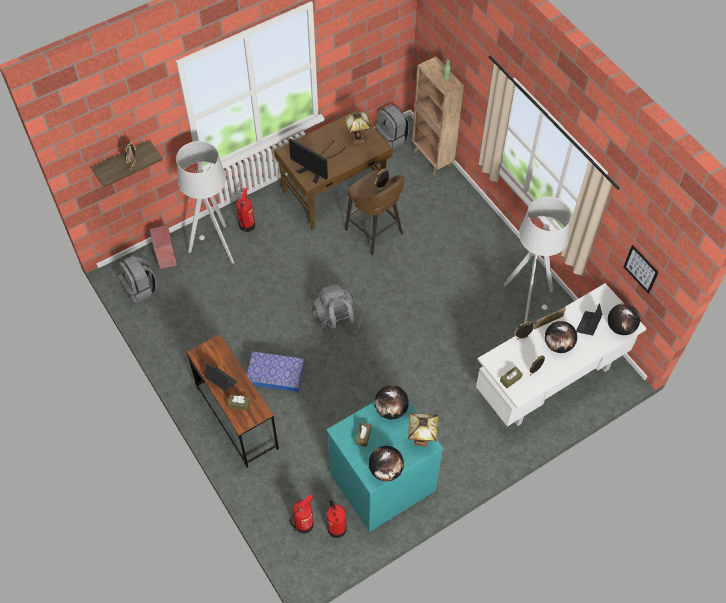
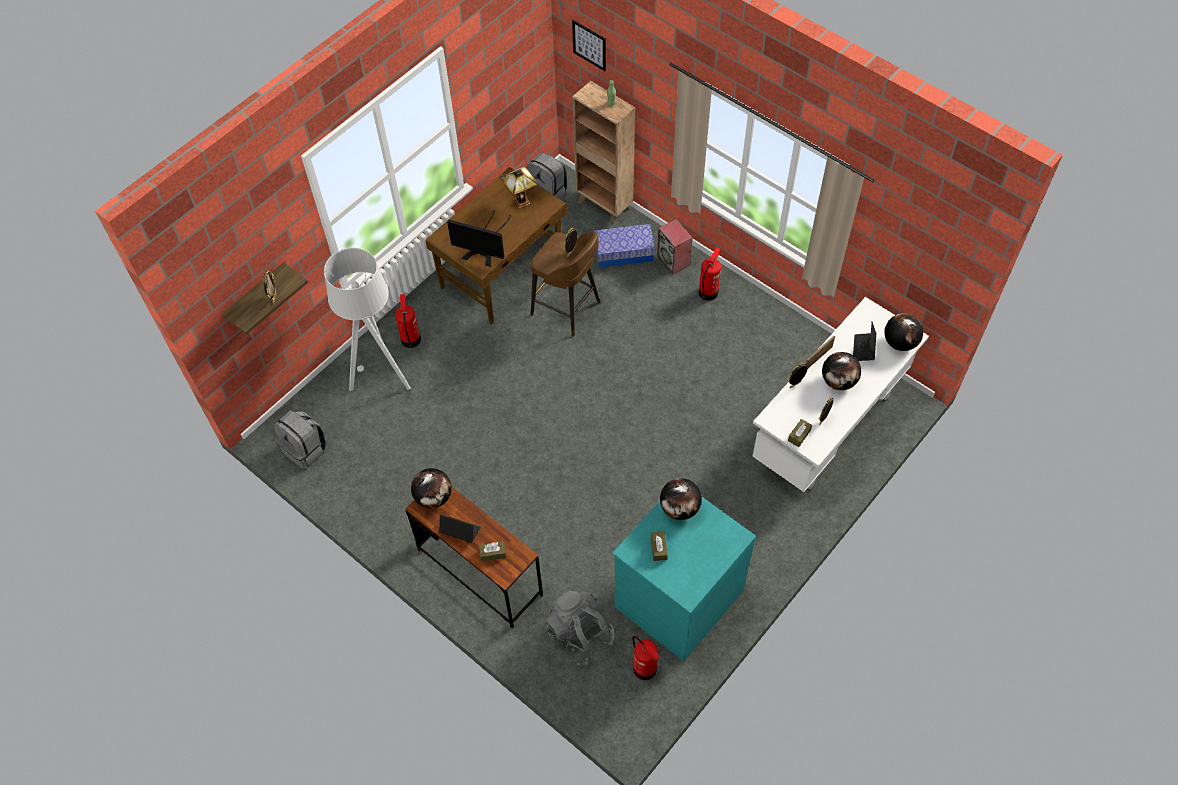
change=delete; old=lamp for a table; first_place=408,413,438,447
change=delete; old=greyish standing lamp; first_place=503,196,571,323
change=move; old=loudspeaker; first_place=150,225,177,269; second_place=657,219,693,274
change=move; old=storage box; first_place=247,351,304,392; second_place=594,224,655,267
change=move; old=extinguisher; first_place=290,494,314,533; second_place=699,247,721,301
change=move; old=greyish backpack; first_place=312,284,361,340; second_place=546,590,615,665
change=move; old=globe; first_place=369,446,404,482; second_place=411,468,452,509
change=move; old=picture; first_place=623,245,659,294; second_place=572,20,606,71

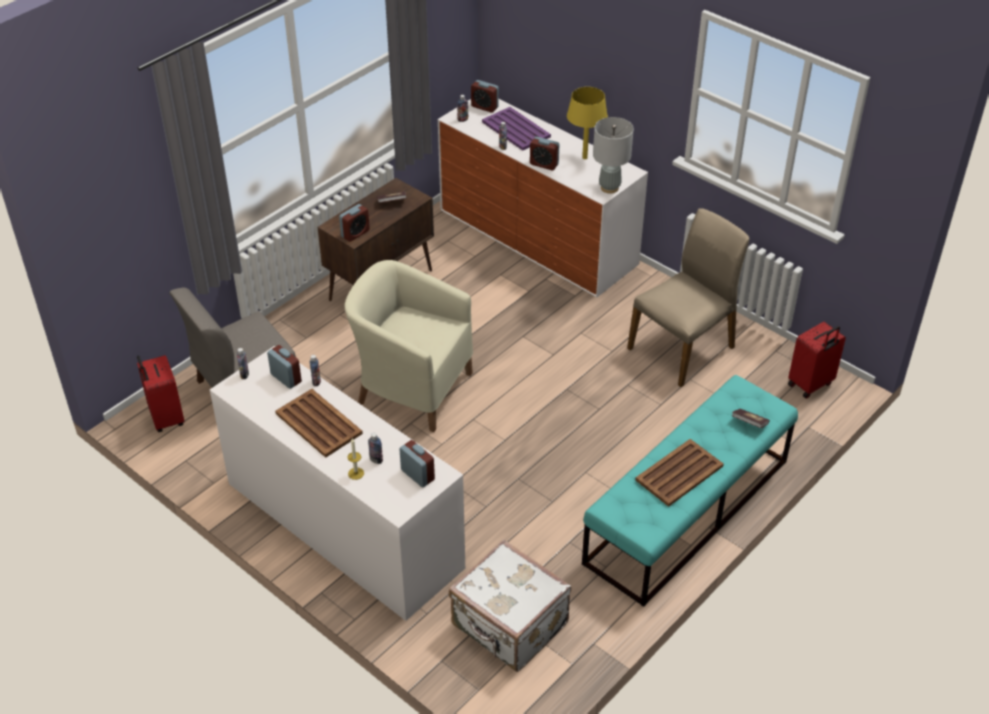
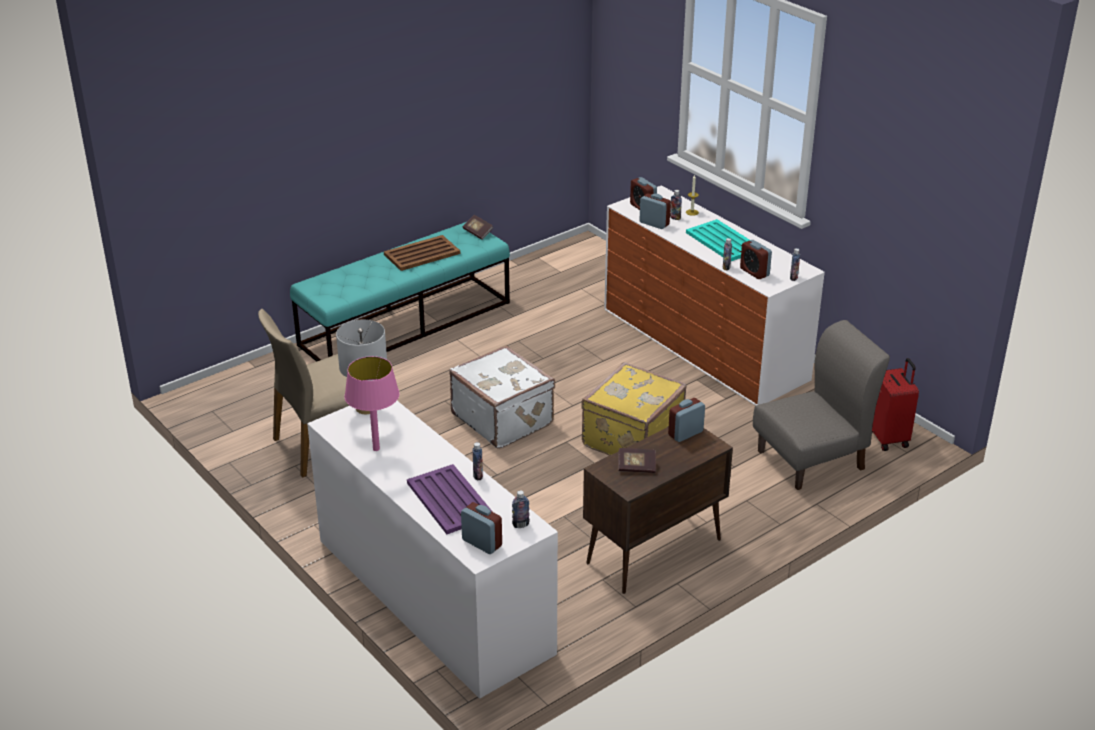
change=delete; old=red piece of luggage; first_place=788,322,846,399
change=move; old=white-coloured piece of luggage; first_place=449,539,571,672; second_place=449,345,555,449
change=move; old=table clock; first_place=530,137,560,170; second_place=639,193,671,229
change=move; old=volume; first_place=732,409,770,428; second_place=463,215,494,240
change=replace; old=beige-coloured armchair; new=yellow piece of luggage; first_place=345,260,473,432; second_place=581,362,687,456
change=recolor; old=brown-coloured tray; new=turquoise-coloured tray; first_place=275,389,363,458; second_place=686,219,750,261
change=recolor; old=yellow lamp for a table; new=pink-coloured lamp for a table; first_place=567,87,608,159; second_place=344,356,400,451

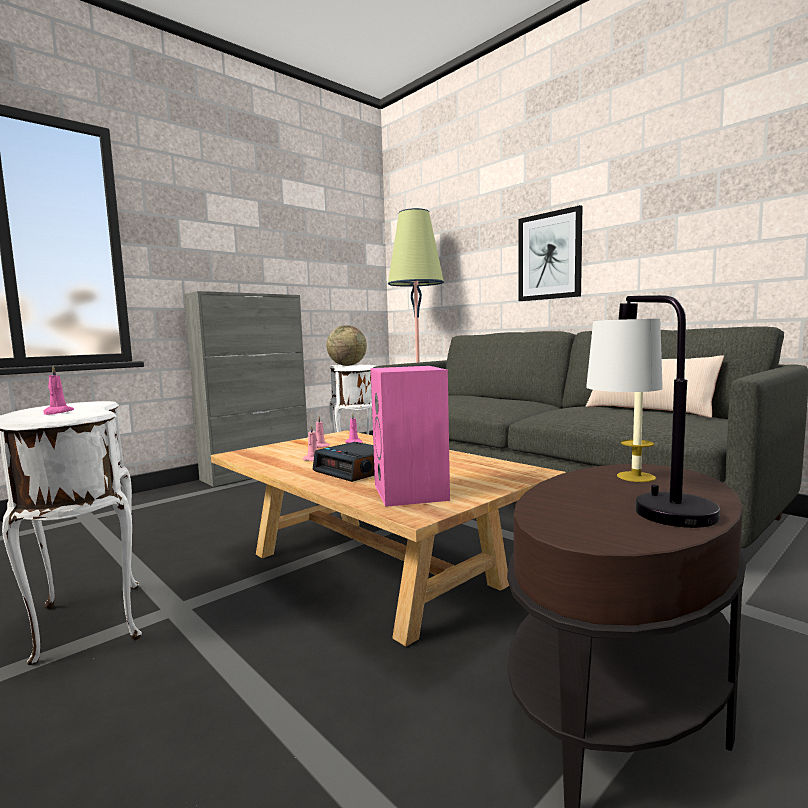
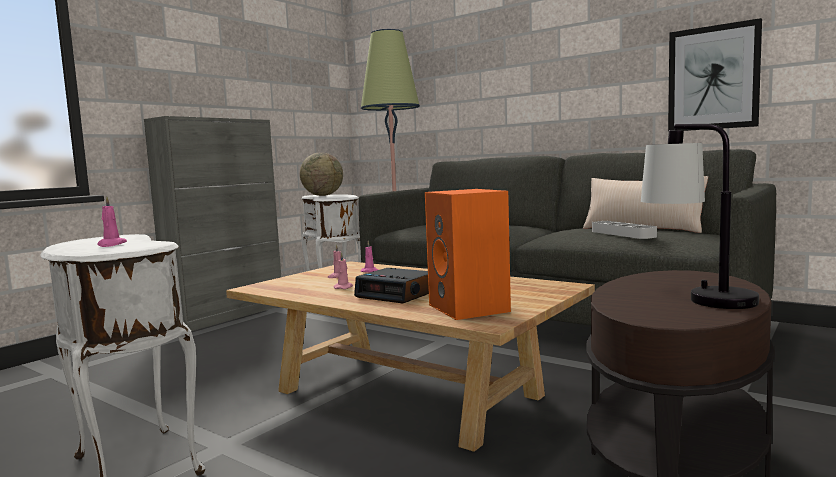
change=delete; old=wax candle; first_place=617,392,656,482
change=insert; new=greyish tray; second_place=592,221,657,239
change=move; old=picture; first_place=519,205,583,301; second_place=668,18,762,132
change=recolor; old=pink-coloured loudspeaker; new=orange-coloured loudspeaker; first_place=371,366,450,507; second_place=425,189,511,320

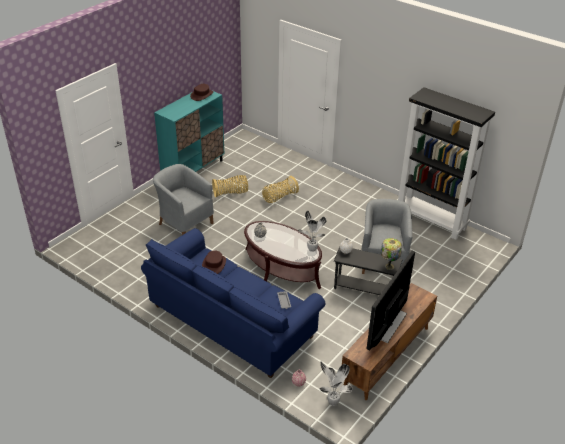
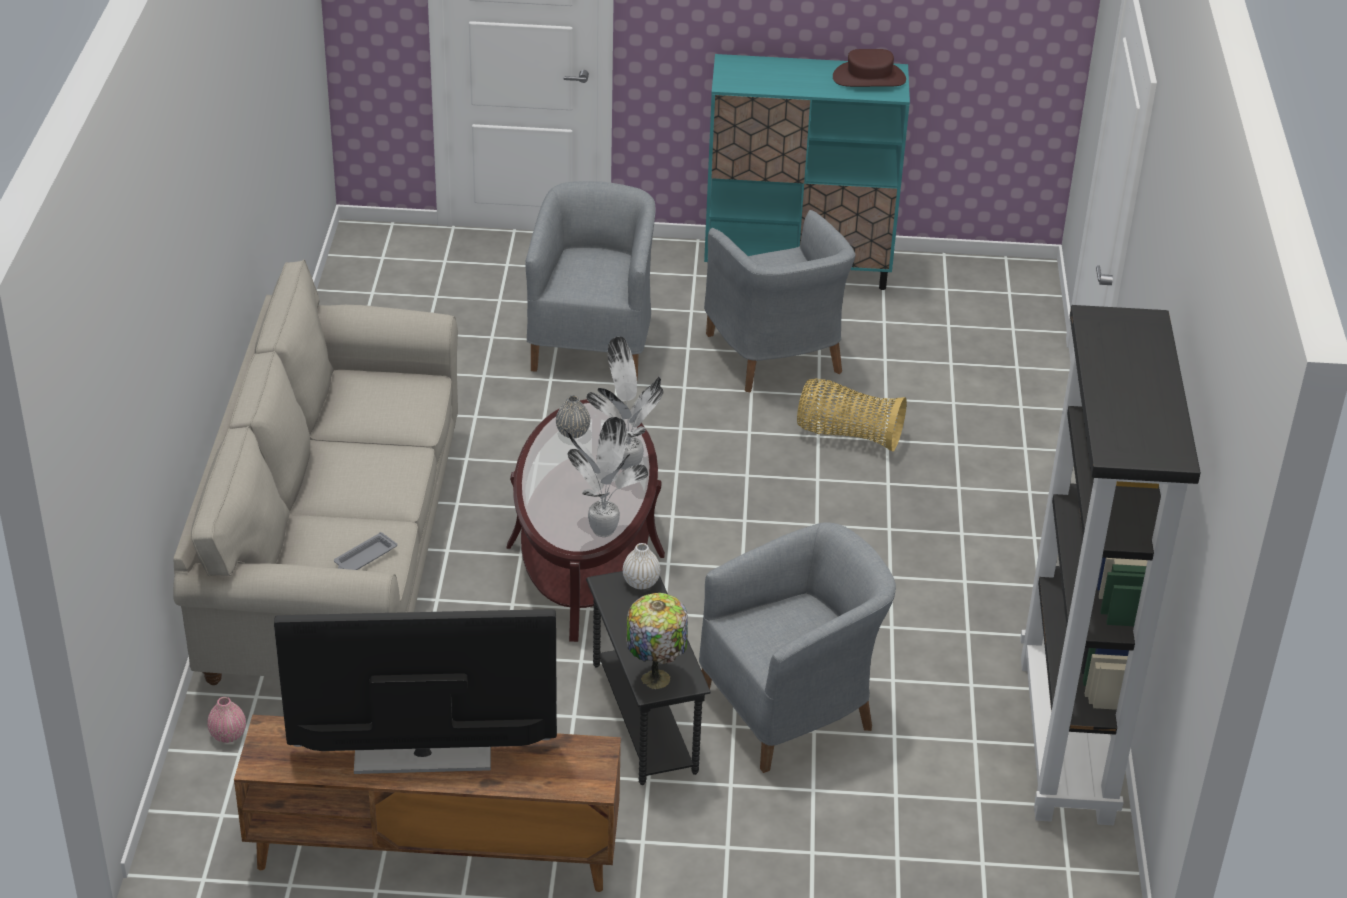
change=delete; old=brown-coloured wearable hat; first_place=202,250,226,274
change=move; old=houseplant; first_place=320,362,352,406; second_place=587,336,664,471
change=replace; old=household basket; new=greyish armchair; first_place=212,175,248,197; second_place=704,210,856,393
change=recolor; old=blue settee; new=beige-coloured settee; first_place=141,228,325,378; second_place=173,260,458,685

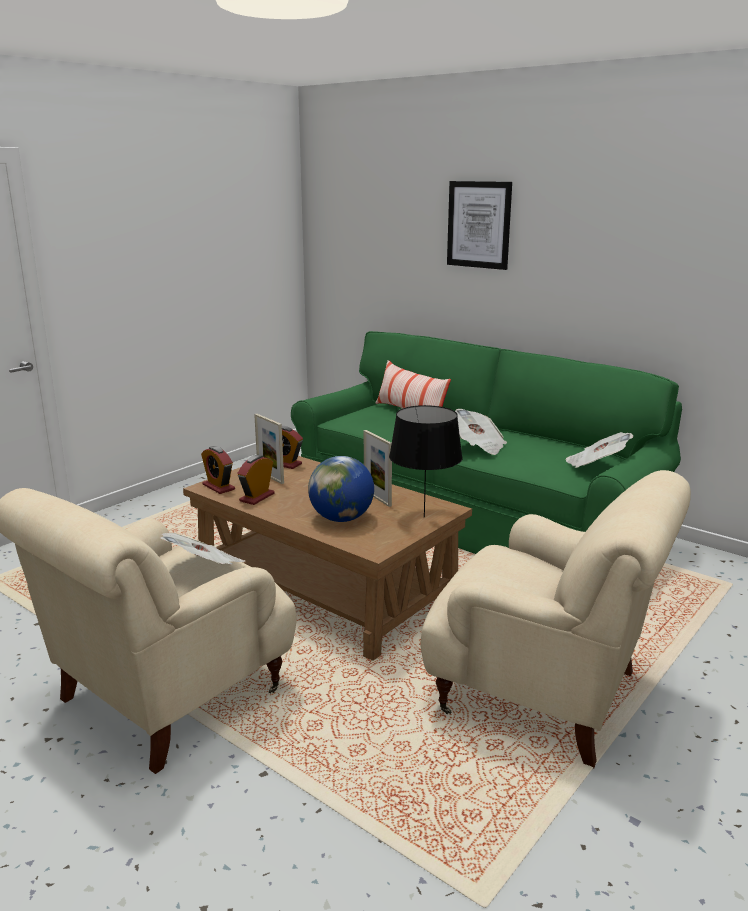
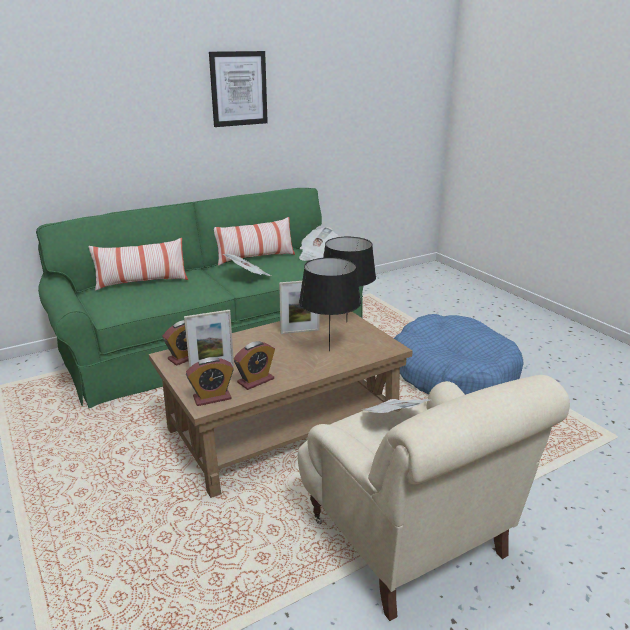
change=insert; new=pillow; second_place=214,217,295,266
change=move; old=picture; first_place=447,181,512,270; second_place=209,51,268,127
change=replace; old=globe; new=black-coloured lamp for a table; first_place=308,456,374,522; second_place=299,257,361,351
change=replace; old=beige-coloured armchair; new=blue dog bed; first_place=421,470,691,769; second_place=394,314,524,395
change=rotate; old=table clock; first_place=237,455,275,505; second_place=234,341,275,390; degrees=-90

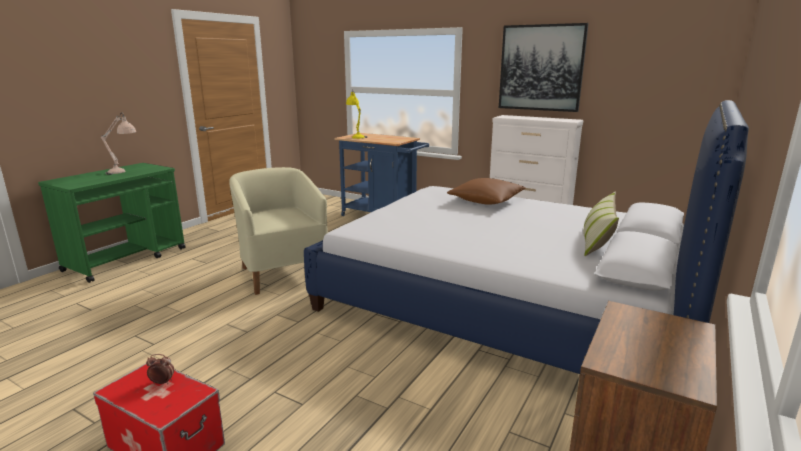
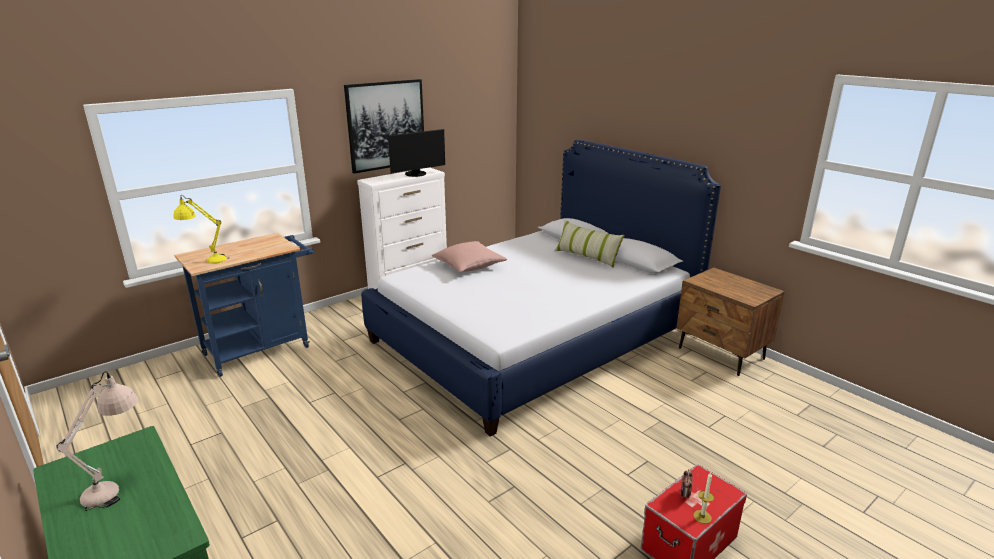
change=delete; old=beige-coloured armchair; first_place=229,167,328,295
change=insert; new=monitor; second_place=388,129,445,177
change=insert; new=wax candle; second_place=693,472,714,524
change=recolor; old=brown-coloured pillow; new=pink-coloured pillow; first_place=447,178,526,205; second_place=432,241,507,272

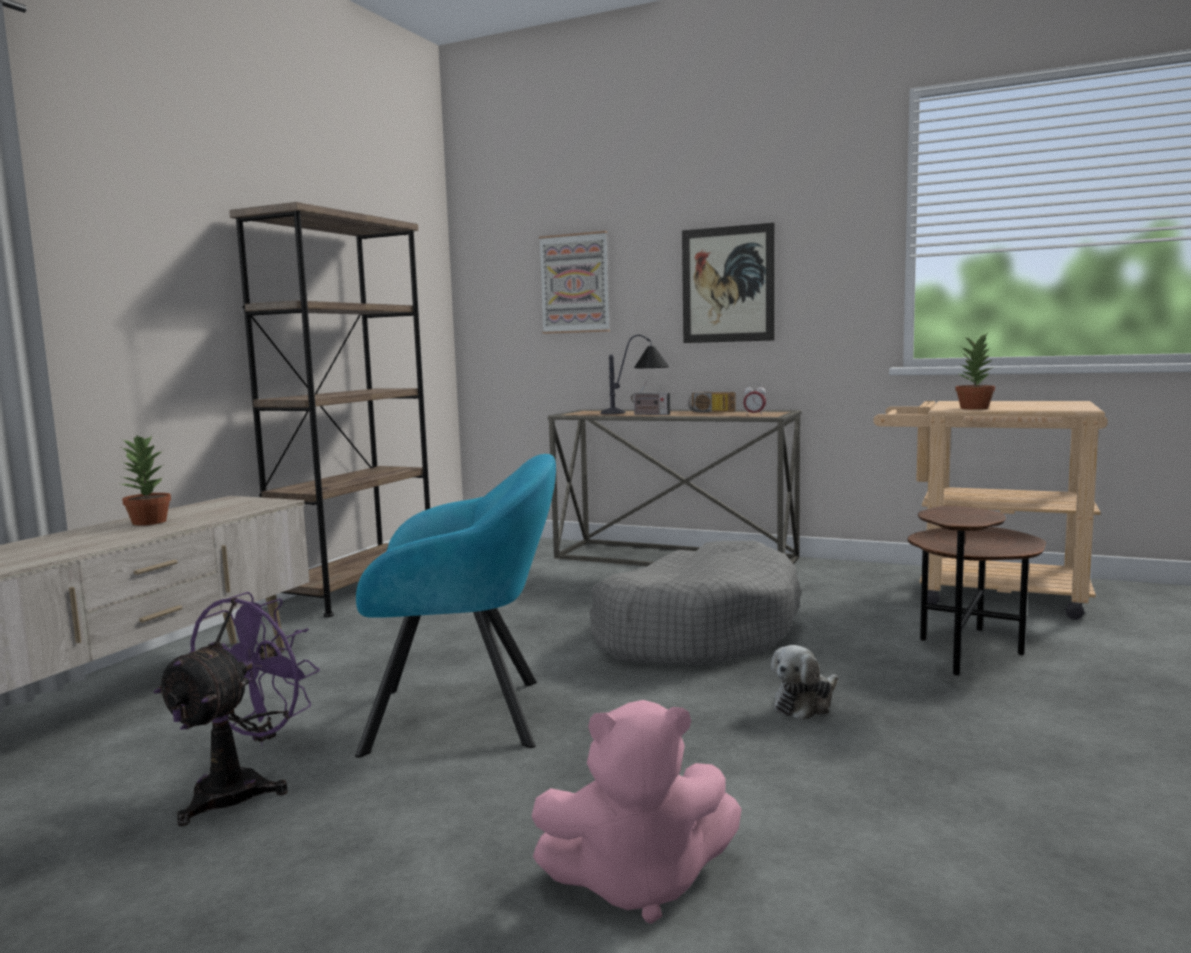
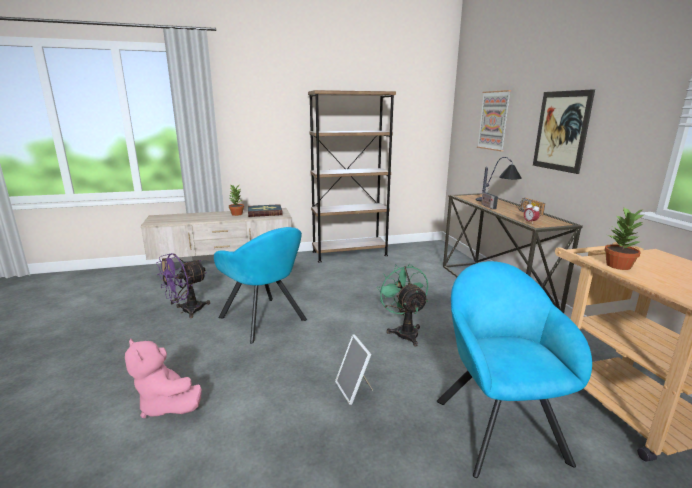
change=insert; new=volume; second_place=248,204,283,217
change=replace; old=greyish dog bed; new=green fan; first_place=590,541,801,666; second_place=377,264,428,346
change=replace; old=soft toy; new=picture frame; first_place=771,645,838,720; second_place=335,334,373,405
change=replace; old=brown-coloured accent table; new=turquoise-coloured armchair; first_place=908,506,1046,675; second_place=437,261,592,478
change=rotate; old=purplish fan; first_place=153,592,320,826; second_place=156,253,210,318; degrees=150

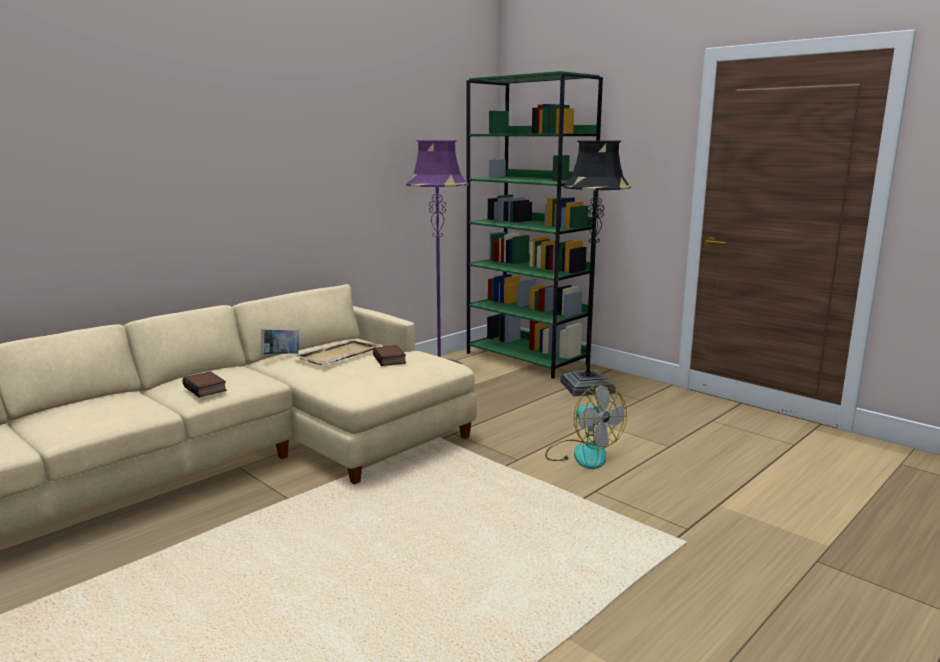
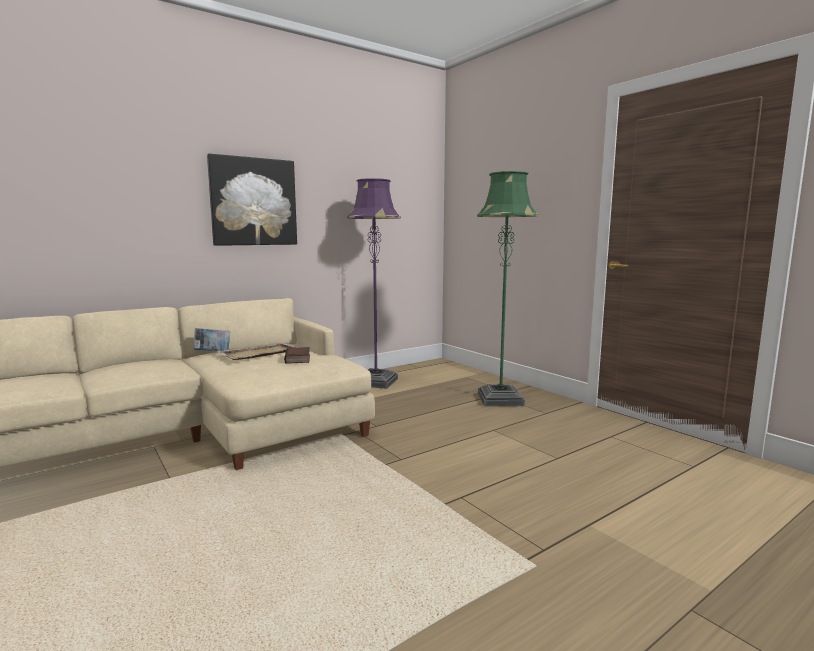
change=delete; old=volume; first_place=182,371,227,397
change=delete; old=green shelving unit; first_place=467,71,603,379
change=delete; old=fan; first_place=545,383,627,469
change=insert; new=picture; second_place=207,154,297,246
change=recolor; old=black-coloured standing lamp; new=green standing lamp; first_place=560,140,631,396; second_place=477,171,538,406

